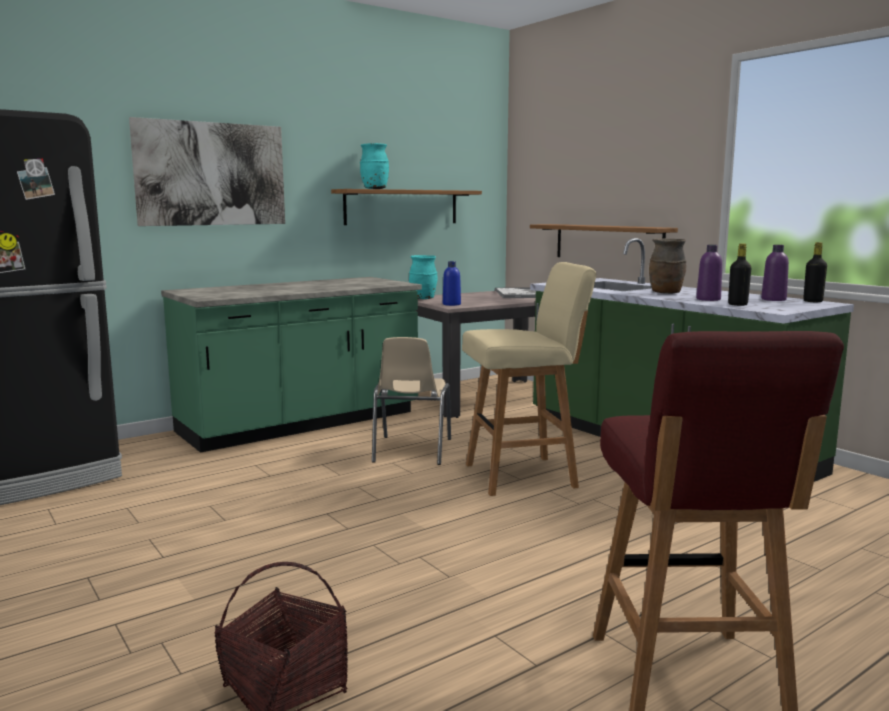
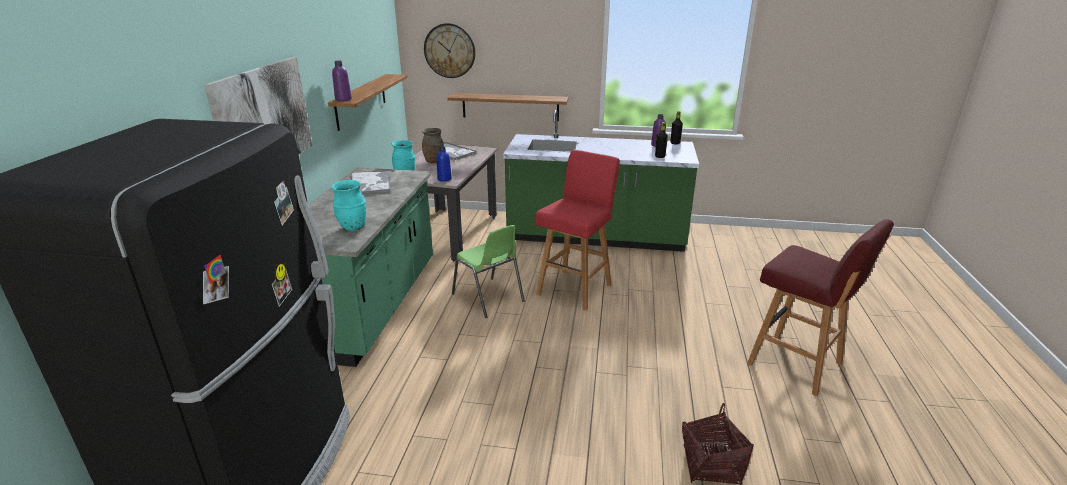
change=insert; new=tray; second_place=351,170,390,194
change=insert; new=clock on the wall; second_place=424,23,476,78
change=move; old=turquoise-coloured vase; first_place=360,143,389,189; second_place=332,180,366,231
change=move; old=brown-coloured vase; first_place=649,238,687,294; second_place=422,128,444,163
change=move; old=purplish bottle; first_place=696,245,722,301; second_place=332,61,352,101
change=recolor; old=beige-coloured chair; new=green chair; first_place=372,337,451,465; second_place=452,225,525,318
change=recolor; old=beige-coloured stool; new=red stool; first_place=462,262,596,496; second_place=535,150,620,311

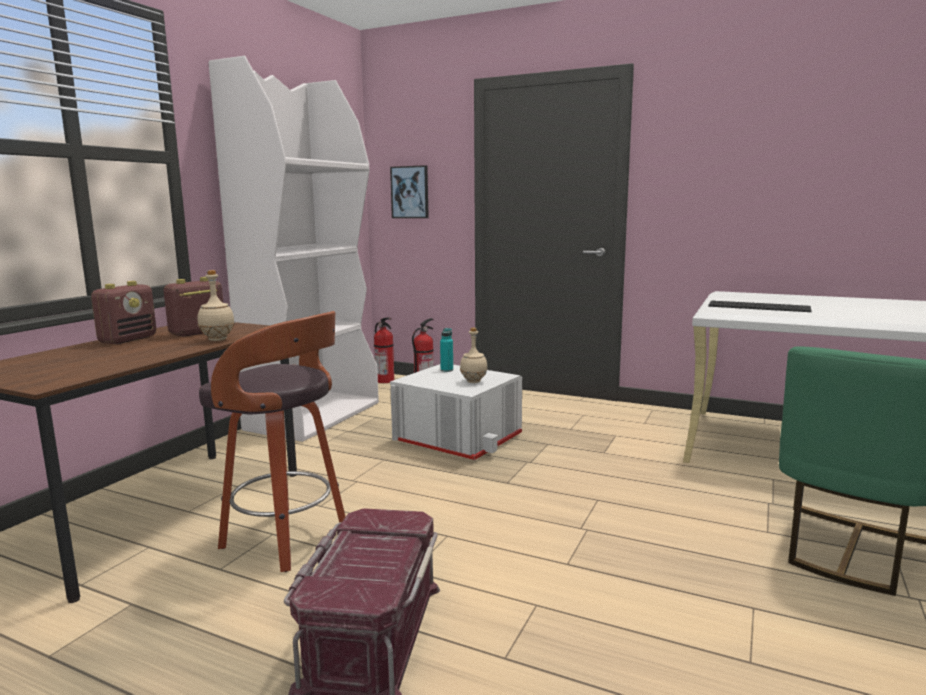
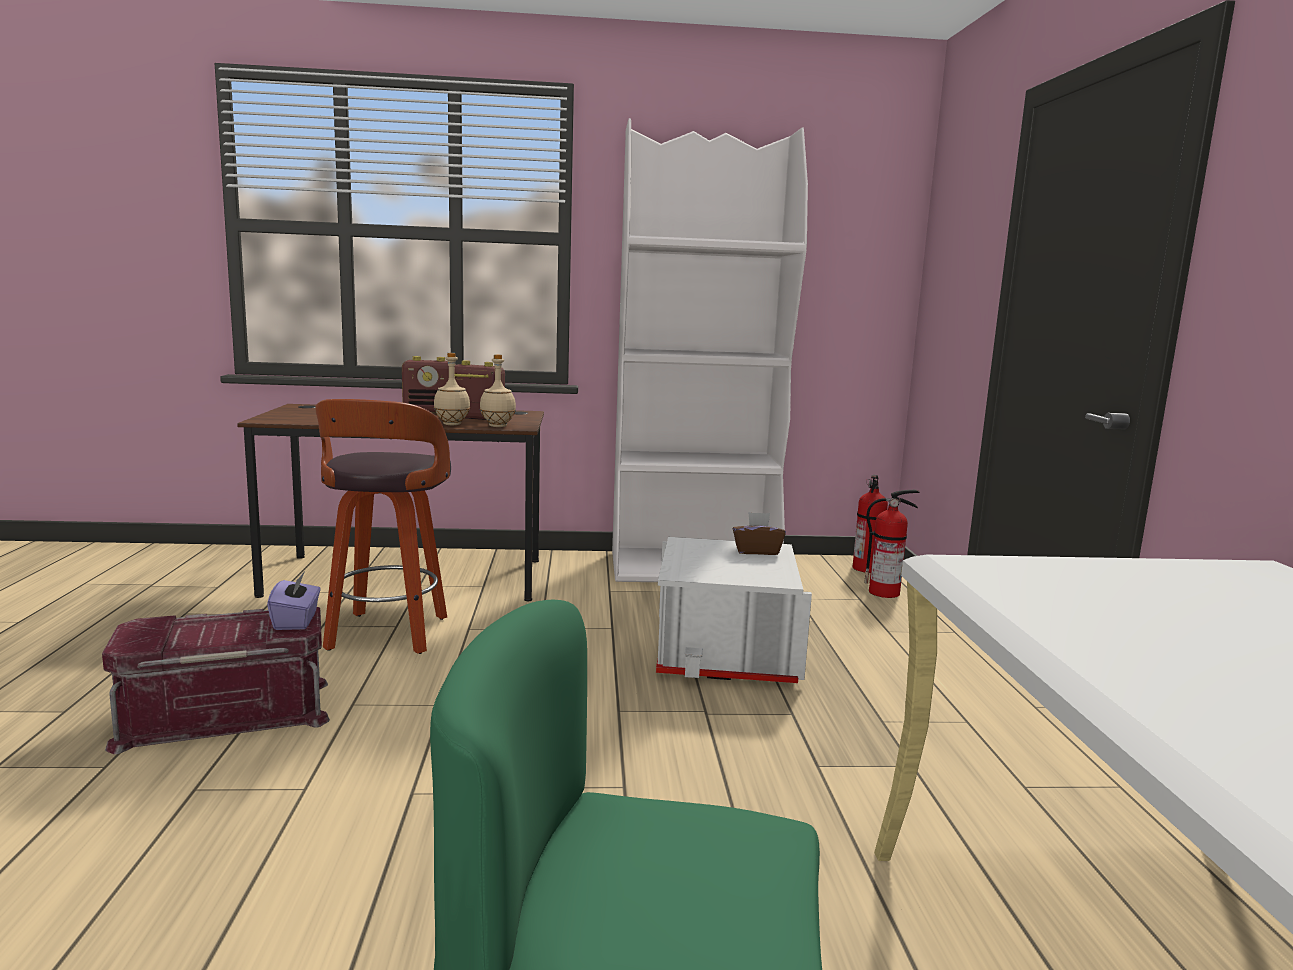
change=delete; old=picture; first_place=390,165,429,218
change=delete; old=PC keyboard; first_place=708,301,812,312
change=insert; new=purplish tissue holder; second_place=267,573,321,630
change=move; old=beige-coloured bottle; first_place=460,328,488,383; second_place=480,354,516,427
change=replace; old=turquoise-coloured bottle; new=brown-coloured tissue holder; first_place=440,328,453,372; second_place=733,512,786,555

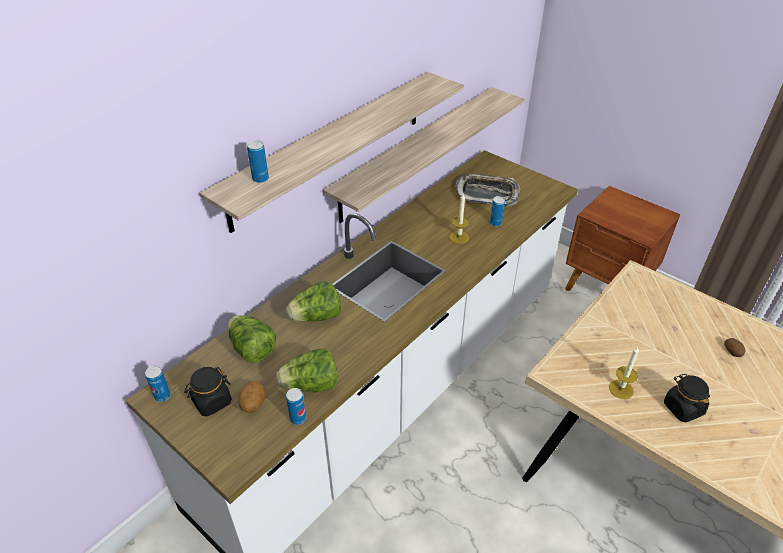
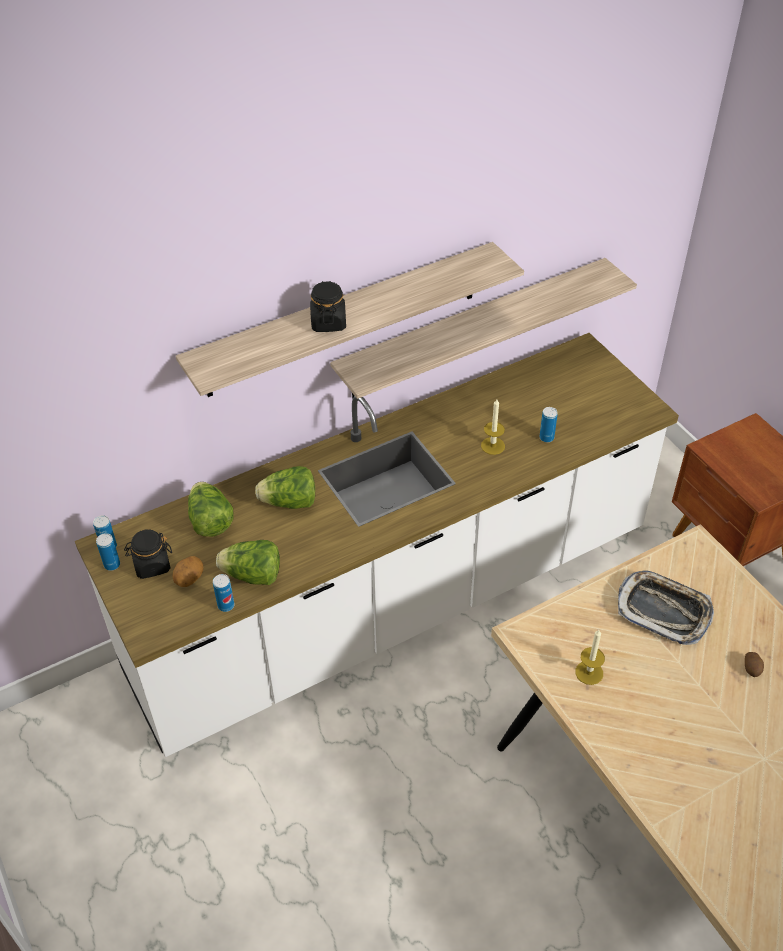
change=move; old=metal can; first_place=247,140,269,183; second_place=96,533,120,571
change=move; old=tray; first_place=455,174,520,206; second_place=618,571,714,645
change=move; old=black-coloured preserve jar; first_place=664,374,710,422; second_place=310,281,346,332

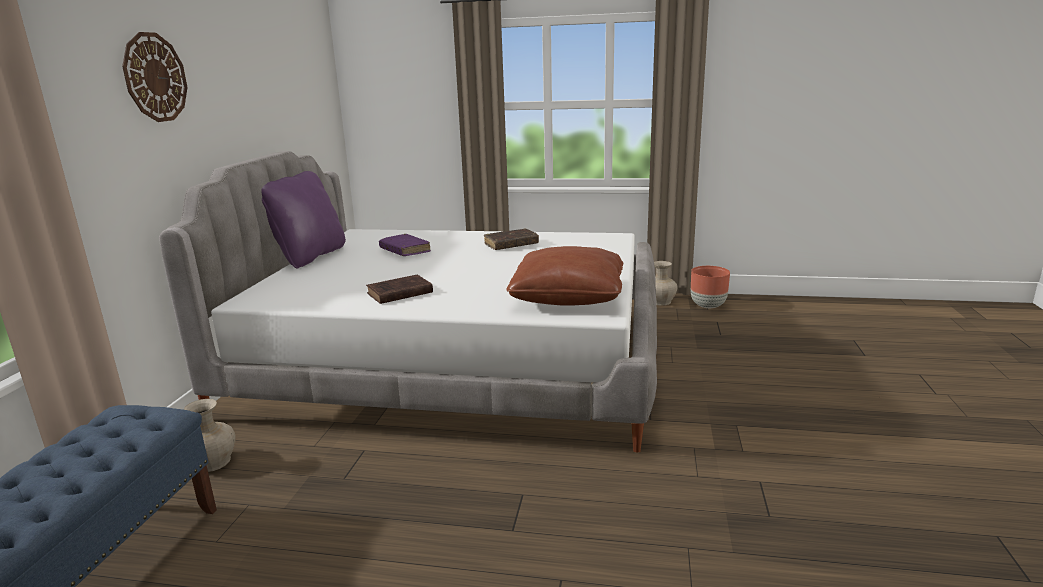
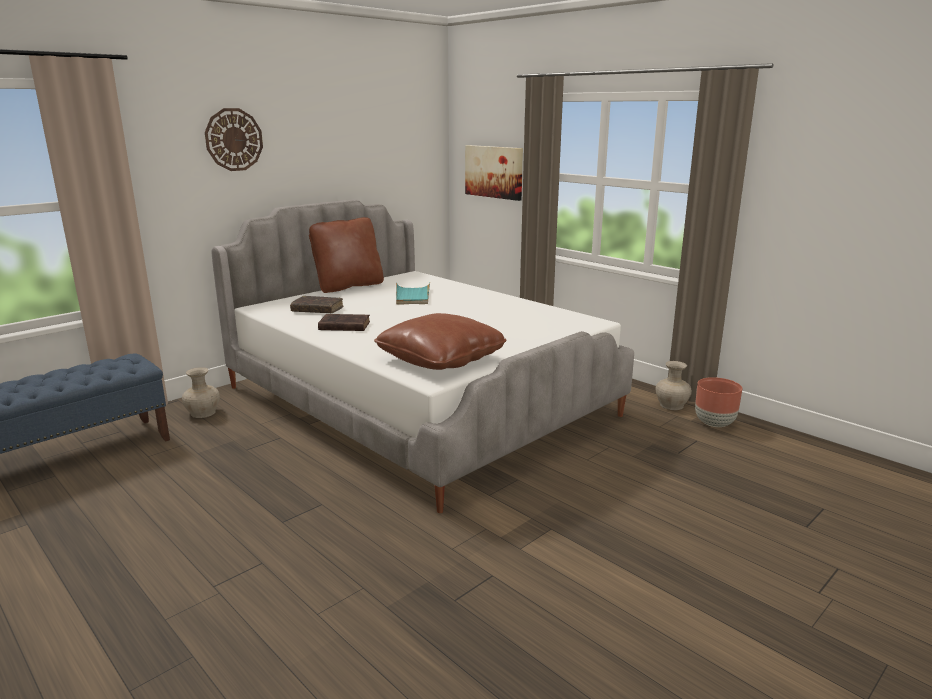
change=insert; new=picture; second_place=465,145,523,201
change=move; old=brown-coloured volume; first_place=484,228,539,250; second_place=290,296,344,313
change=replace; old=purplish volume; new=turquoise-coloured tray; first_place=379,234,431,256; second_place=396,283,430,305
change=recolor; old=purplish pillow; new=brown-coloured pillow; first_place=261,171,346,269; second_place=309,217,384,293

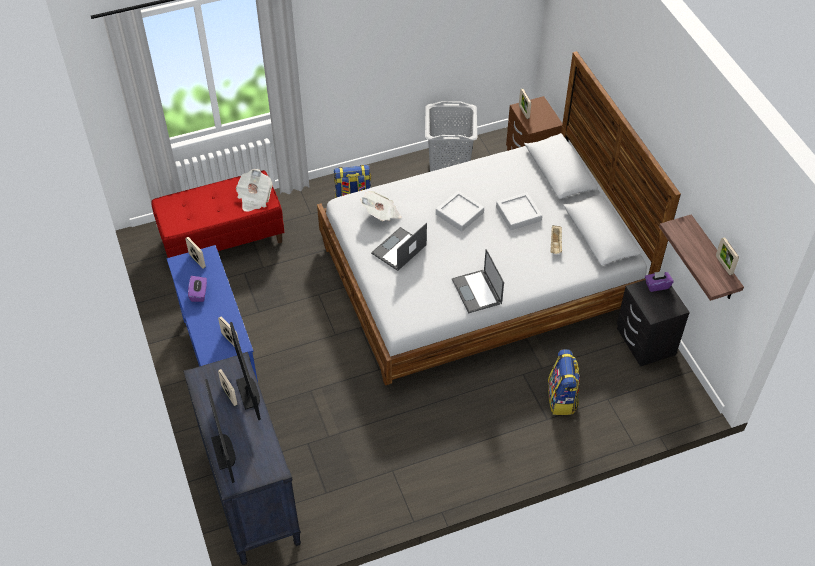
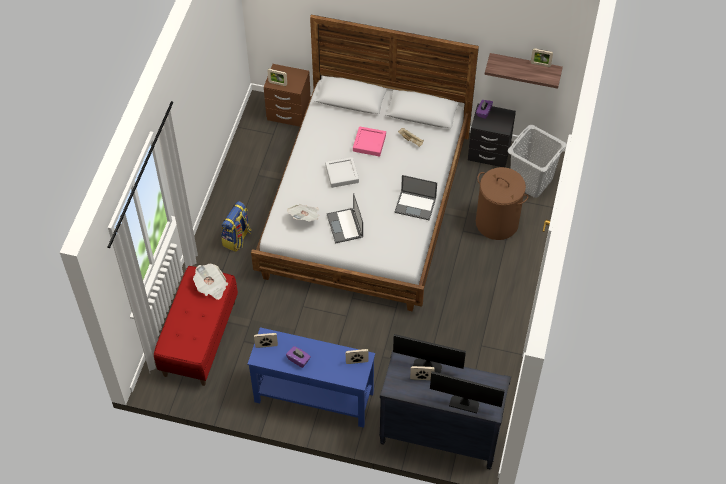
change=move; old=greyish washing basket; first_place=425,101,477,172; second_place=508,125,567,198
change=replace; old=backpack; new=brown-coloured washing basket; first_place=548,349,580,415; second_place=476,167,528,240
change=recolor; old=greyish tray; new=pink-coloured tray; first_place=496,192,542,230; second_place=353,126,386,156

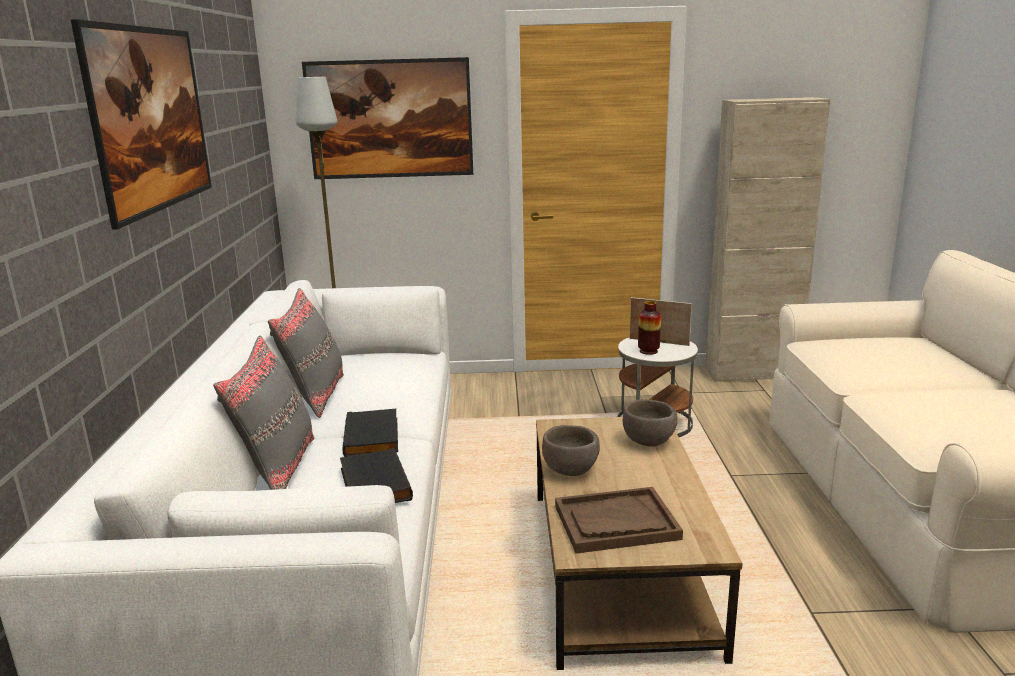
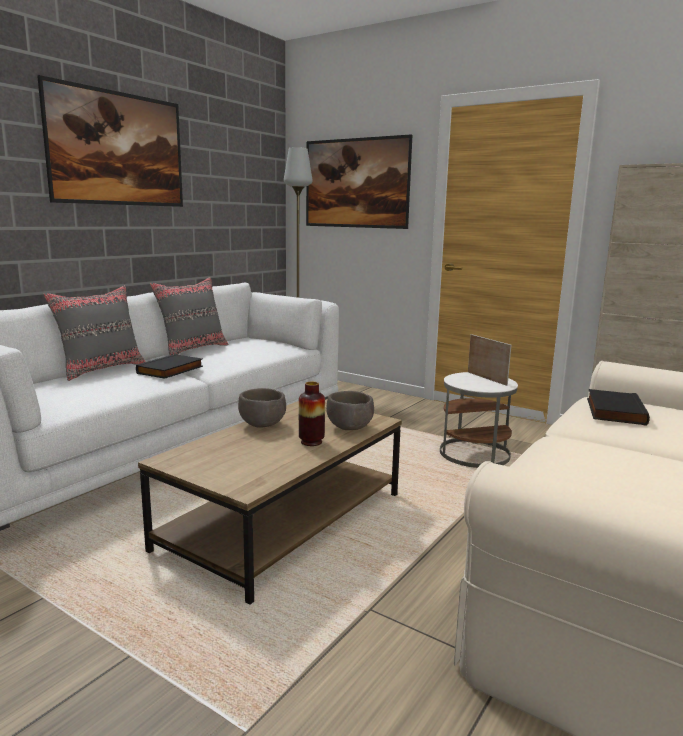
change=delete; old=brown-coloured tray; first_place=555,487,683,554
change=move; old=black-coloured volume; first_place=340,448,413,503; second_place=587,389,650,426
change=move; old=vase; first_place=638,301,661,355; second_place=299,382,325,446

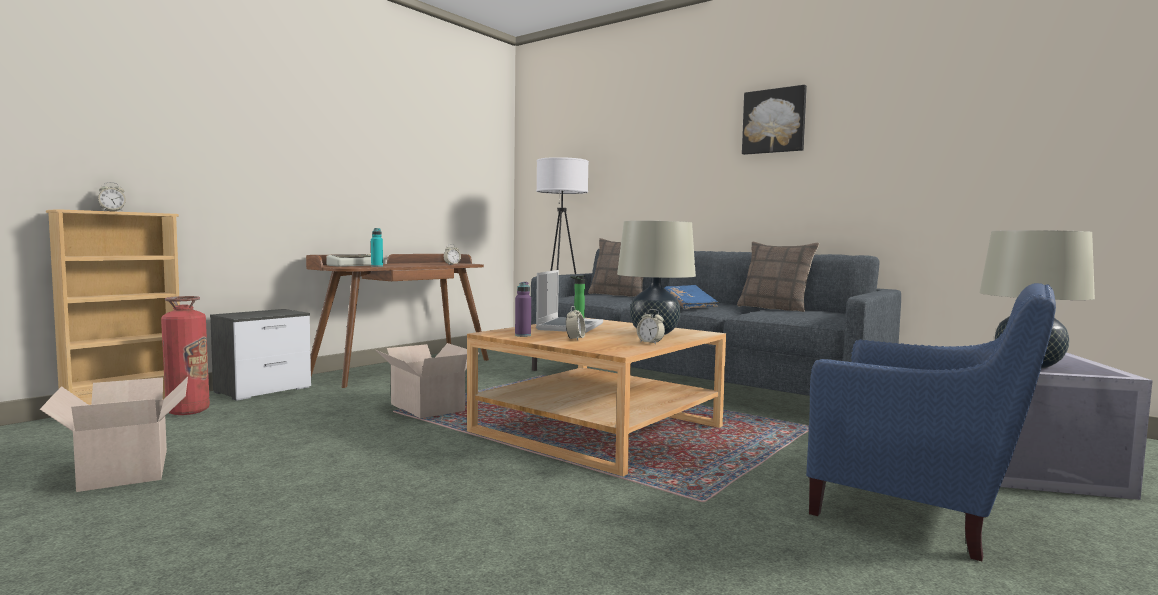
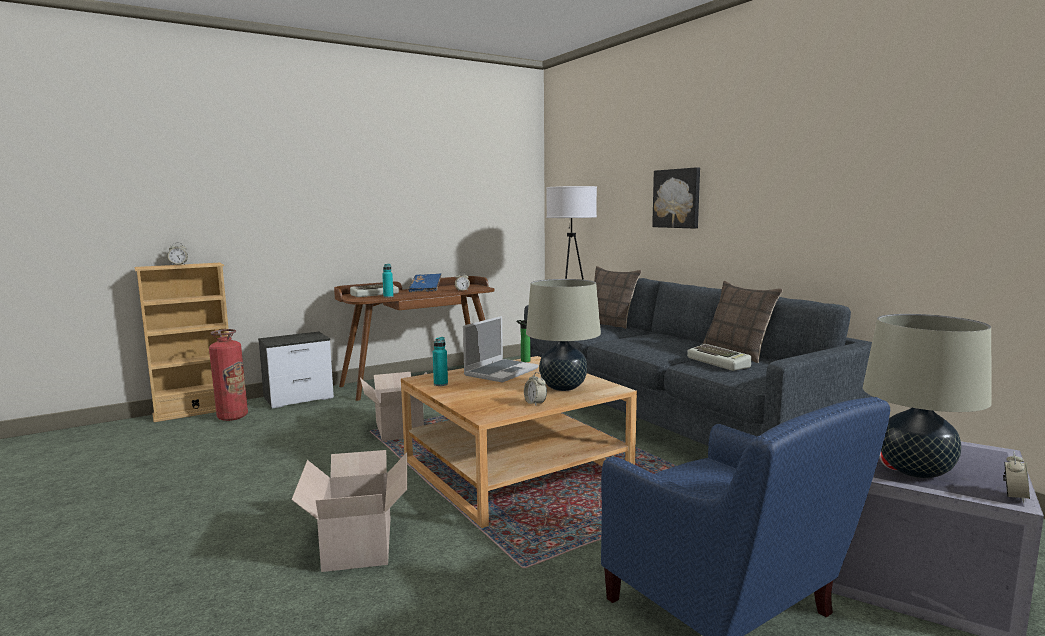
change=insert; new=PC keyboard; second_place=687,344,752,371
change=move; old=packing box; first_place=40,377,188,492; second_place=292,450,407,572
change=move; old=table clock; first_place=566,306,585,340; second_place=1003,451,1030,503
change=move; old=blue volume; first_place=664,285,719,309; second_place=408,273,442,292
change=move; old=picture; first_place=742,85,807,155; second_place=652,167,700,229
change=recolor; old=purplish bottle; new=turquoise-coloured bottle; first_place=515,282,531,337; second_place=433,337,448,386

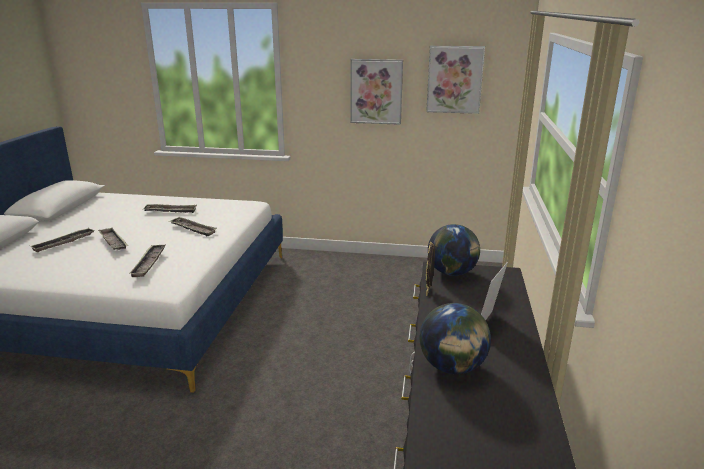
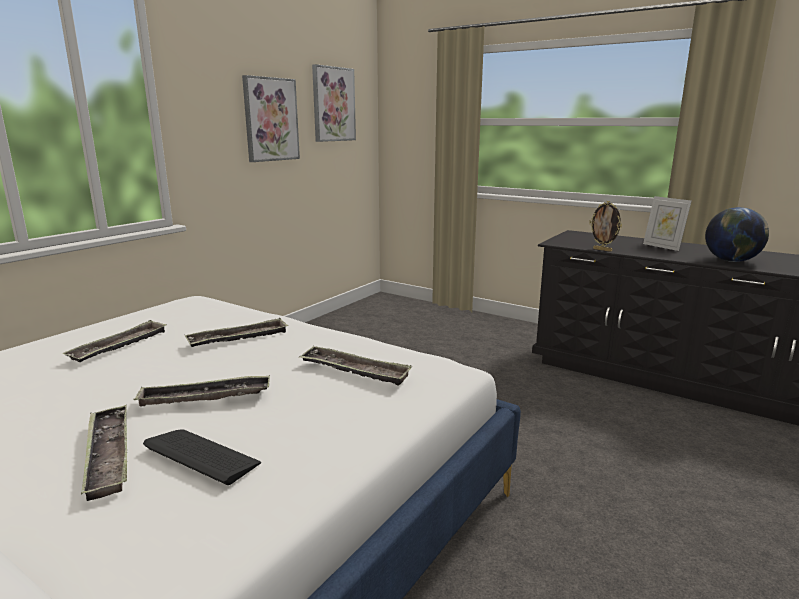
change=delete; old=globe; first_place=428,224,480,276
change=insert; new=PC keyboard; second_place=143,429,261,485

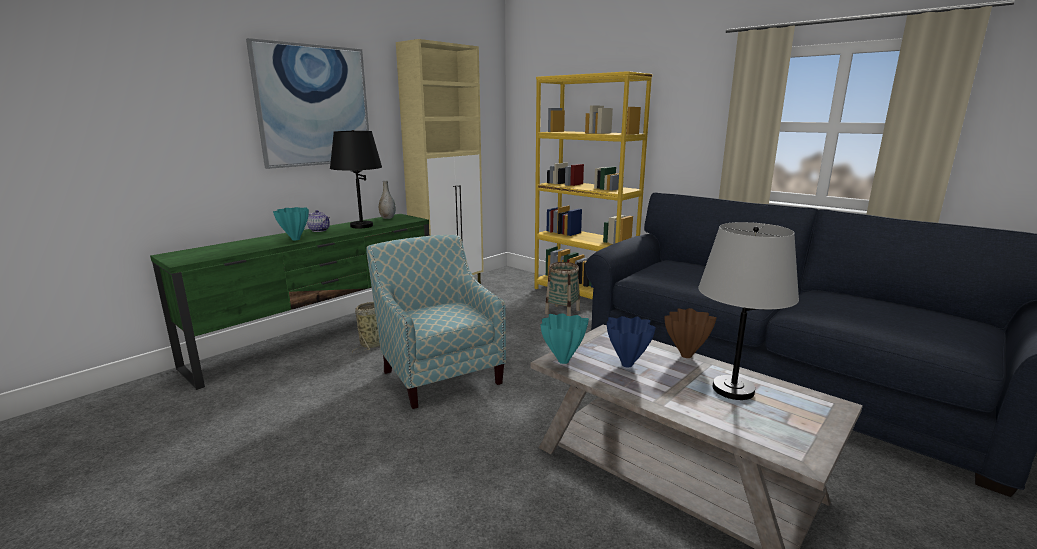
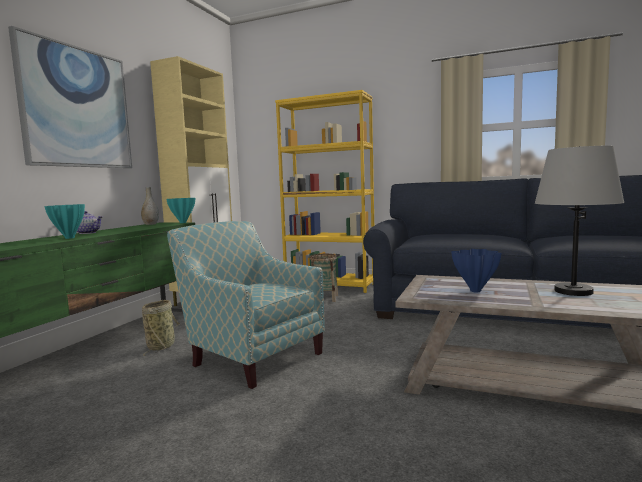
change=delete; old=black-coloured lamp for a table; first_place=330,130,382,229
change=delete; old=brown-coloured vase; first_place=664,308,717,358
change=move; old=turquoise-coloured vase; first_place=540,313,589,364; second_place=166,198,195,223

